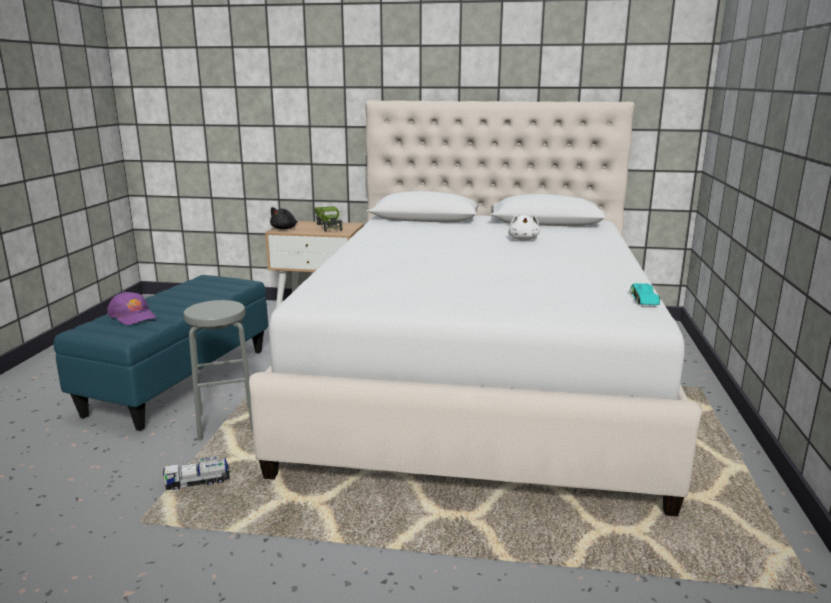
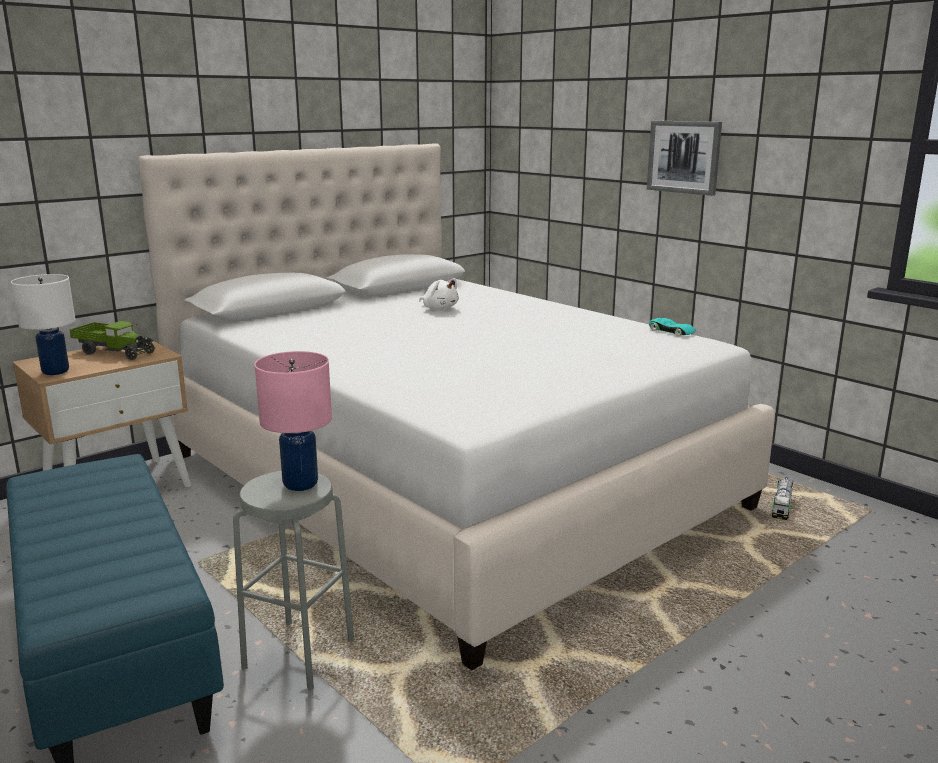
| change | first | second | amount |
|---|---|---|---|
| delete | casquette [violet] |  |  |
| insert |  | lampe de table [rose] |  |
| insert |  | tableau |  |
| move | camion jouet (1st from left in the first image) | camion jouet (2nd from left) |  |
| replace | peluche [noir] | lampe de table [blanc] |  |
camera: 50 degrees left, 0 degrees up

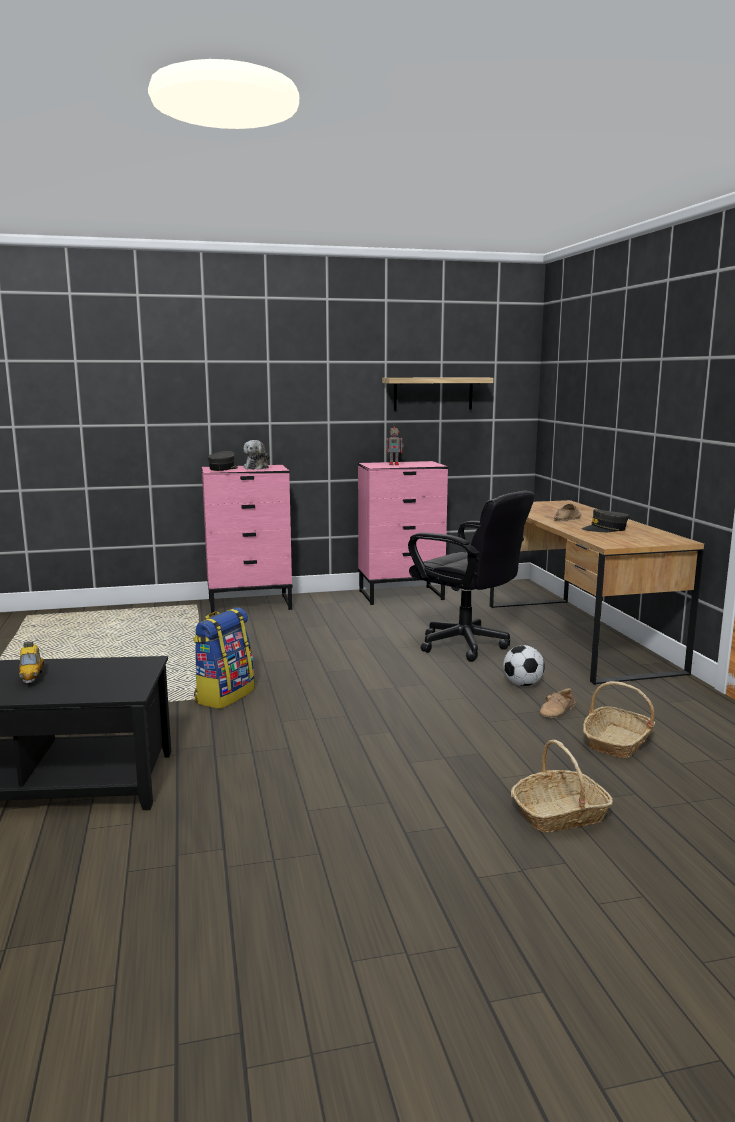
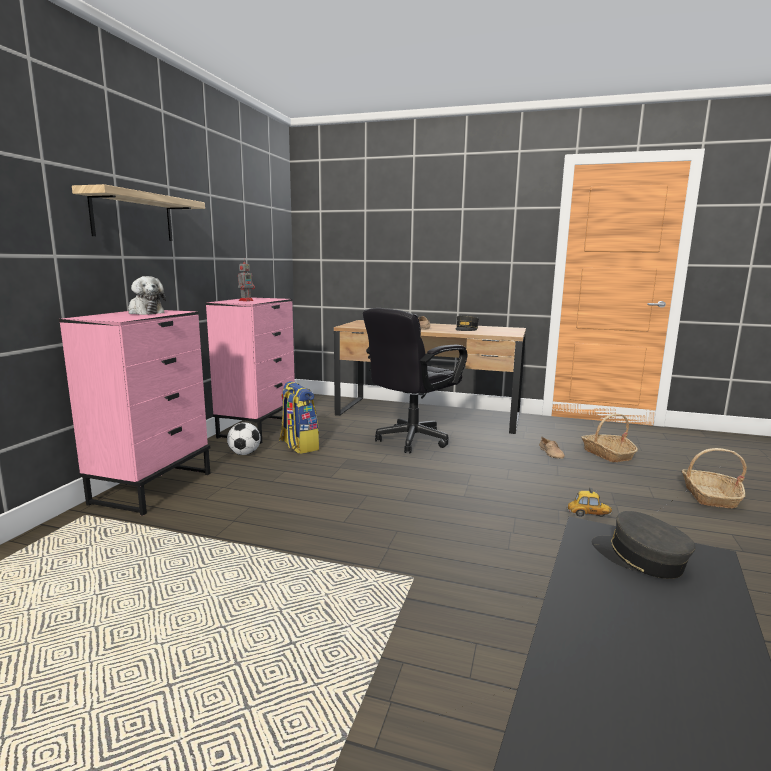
| change | first | second | amount |
|---|---|---|---|
| move | petite voiture |  |  |
| move | sac à dos |  |  |
| move | casquette [gris] (1st from left in the first image) | casquette [gris] (2nd from left) |  |
| move | étagère |  |  |
| move | ballon de foot |  |  |
| rotate | chaise de bureau [noir] |  | 150 degrees clockwise |
camera: 60 degrees left, 0 degrees up

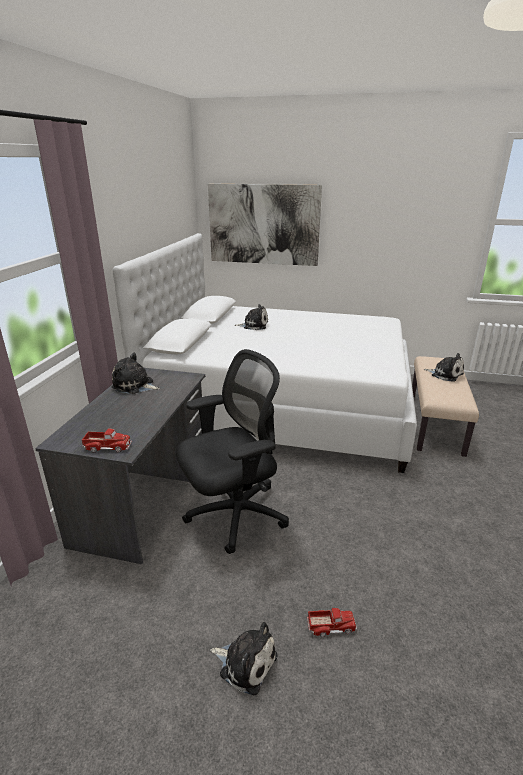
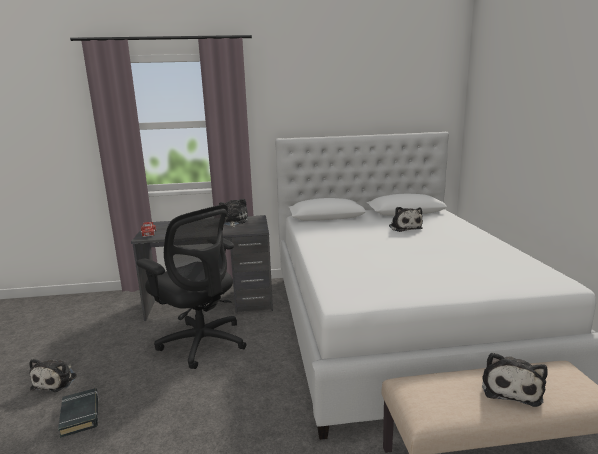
| change | first | second | amount |
|---|---|---|---|
| delete | tableau |  |  |
| replace | camion jouet (2nd from left) | livre [noir] |  |
camera: 70 degrees right, 10 degrees down

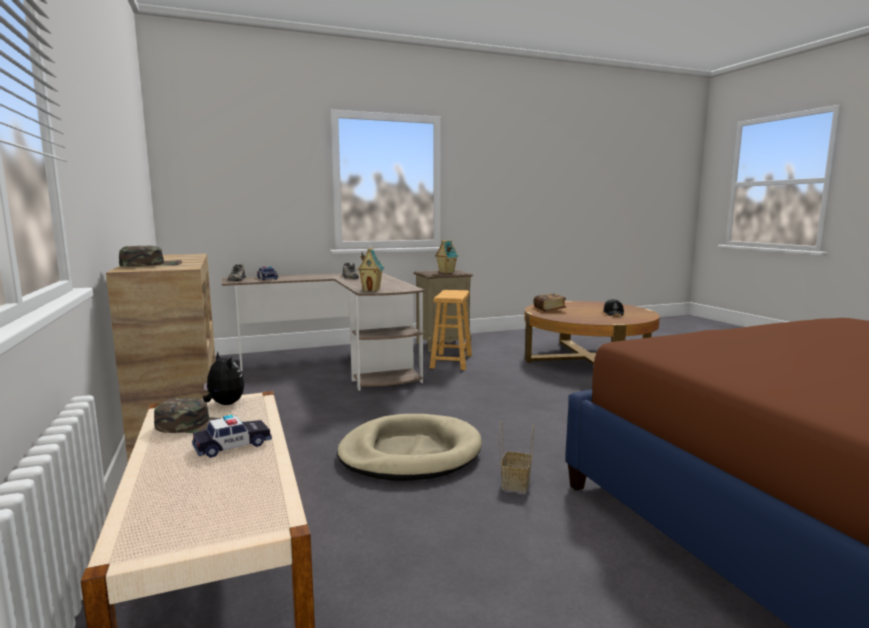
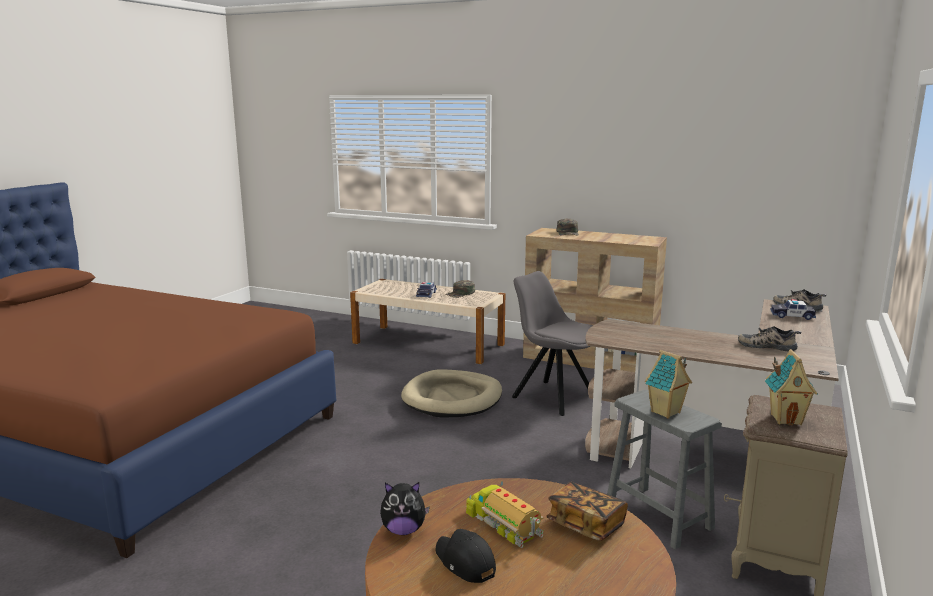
| change | first | second | amount |
|---|---|---|---|
| delete | panier |  |  |
| insert |  | camion jouet |  |
| insert |  | chaise [gris] |  |
| move | peluche |  |  |
| move | maison miniature (1st from left) |  |  |
| recolor | tabouret [marron] | tabouret [gris] |  |
camera: 135 degrees right, 5 degrees up

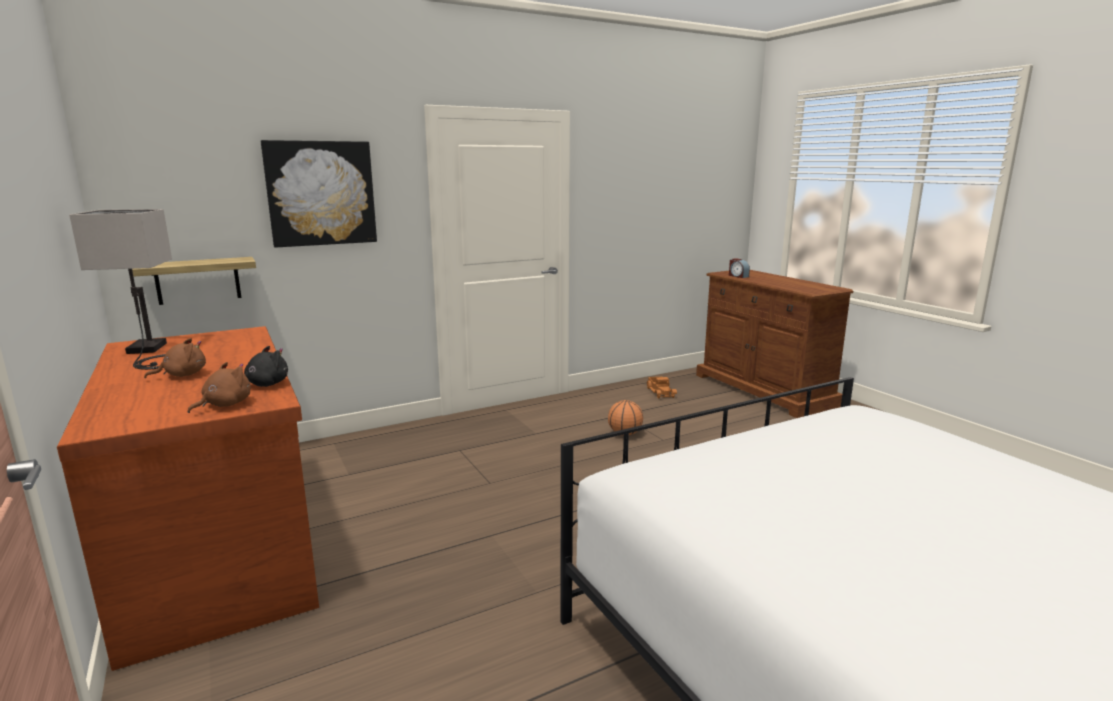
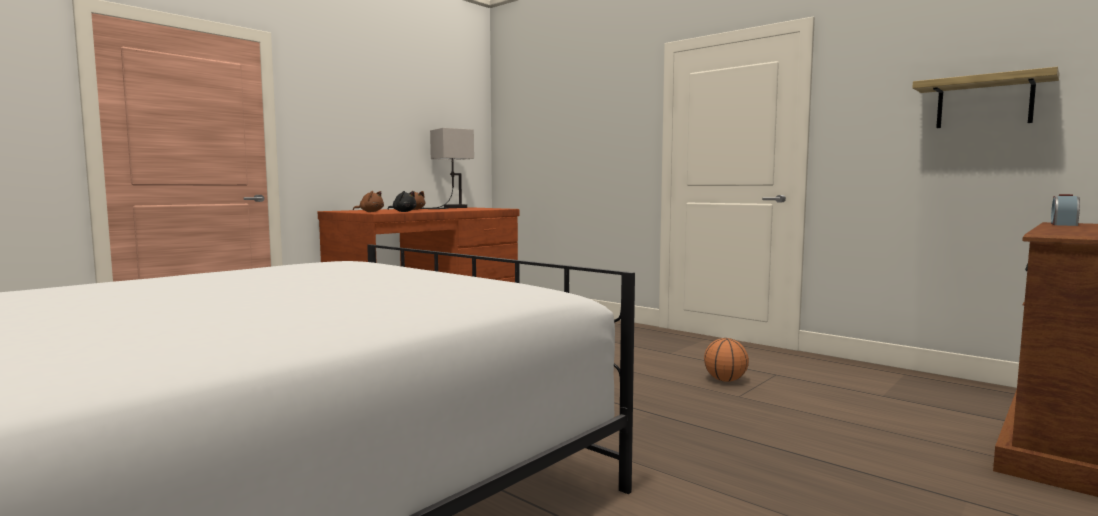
| change | first | second | amount |
|---|---|---|---|
| delete | tableau |  |  |
| delete | camion jouet |  |  |
| move | étagère |  |  |
camera: 70 degrees right, 10 degrees down

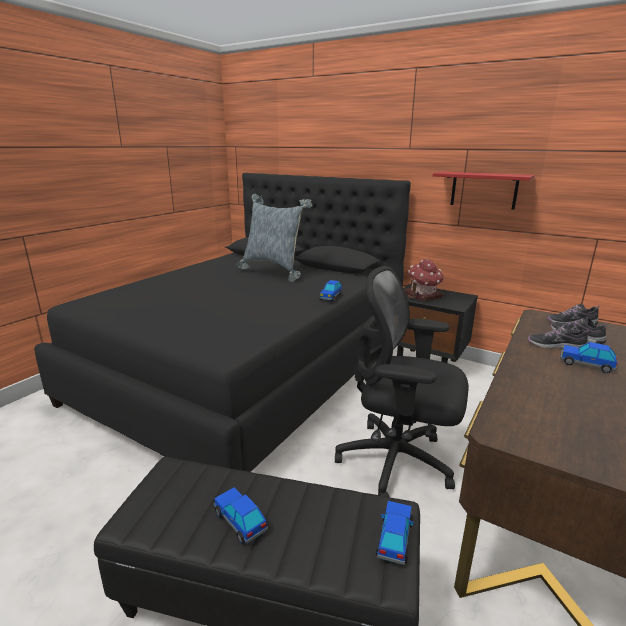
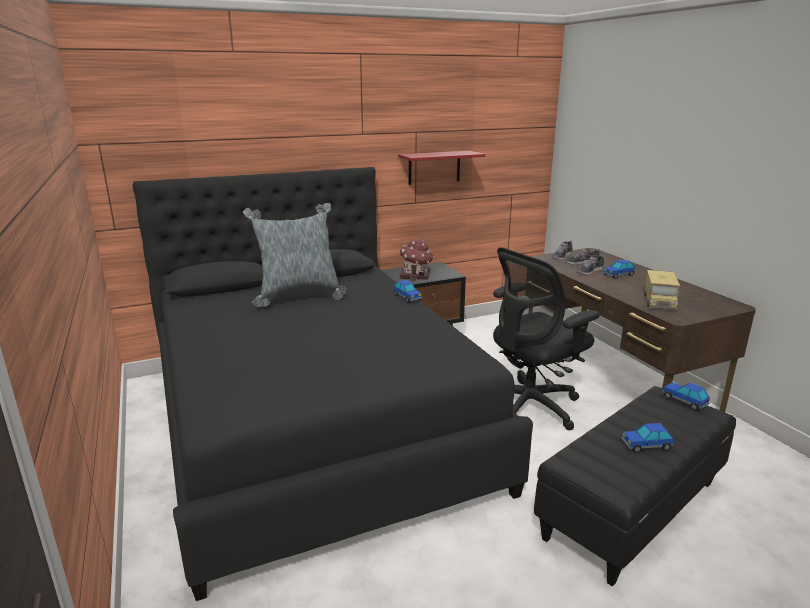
| change | first | second | amount |
|---|---|---|---|
| insert |  | camion jouet |  |
camera: 55 degrees left, 0 degrees up

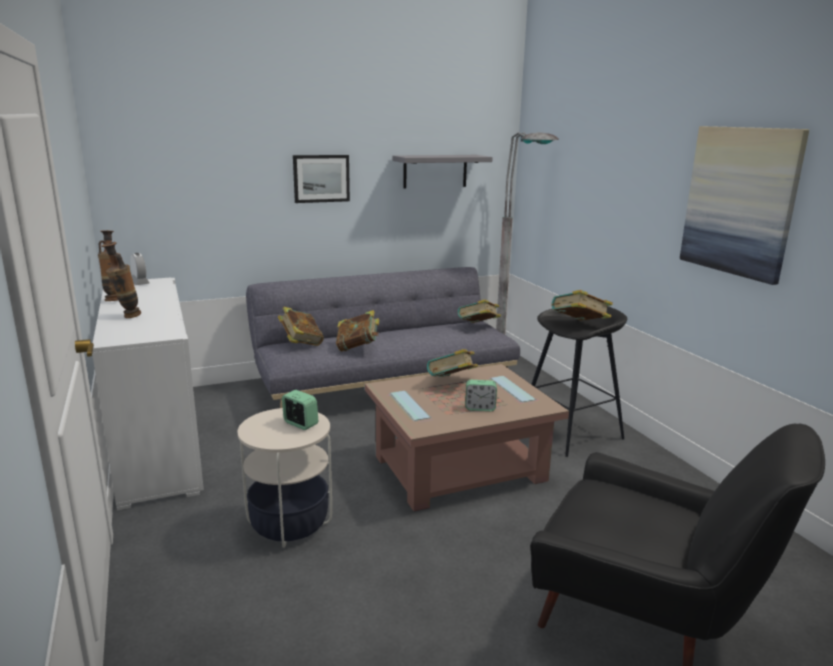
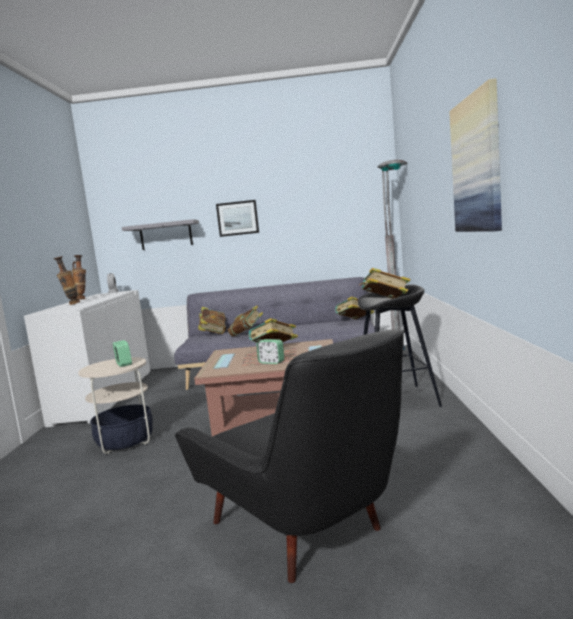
| change | first | second | amount |
|---|---|---|---|
| move | étagère [gris] |  |  |
camera: 25 degrees right, 10 degrees down

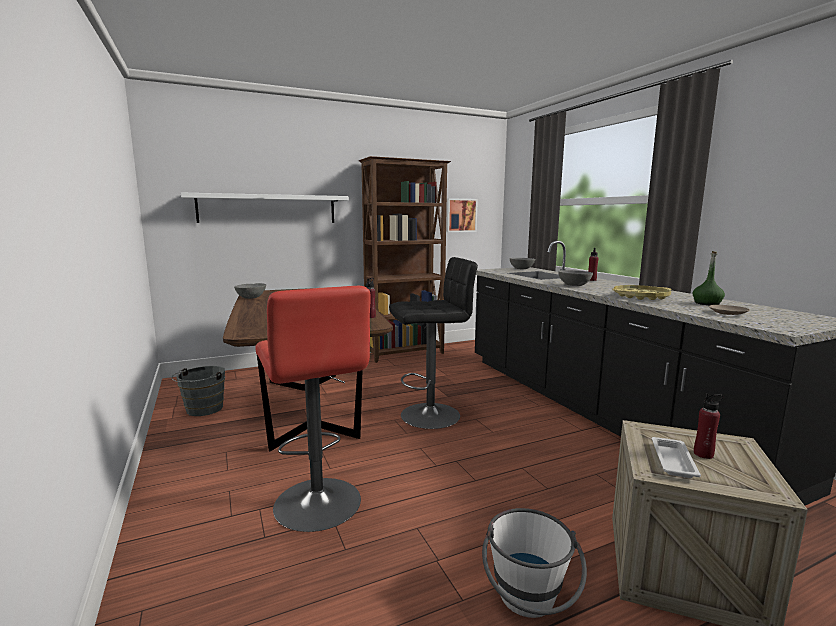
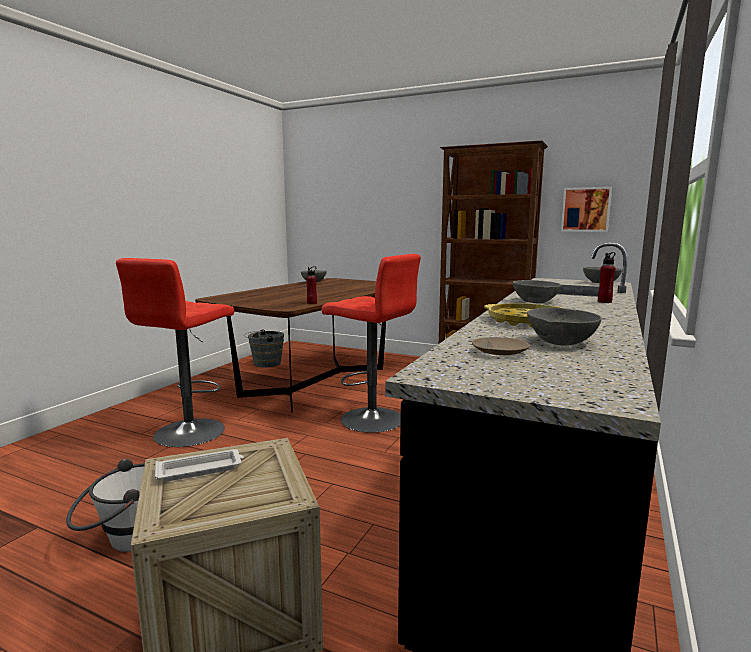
| change | first | second | amount |
|---|---|---|---|
| delete | étagère [blanc] |  |  |
| delete | bouteille [rouge] (3rd from left) |  |  |
| replace | bouteille [vert] | bol [gris] (3rd from left) |  |
| recolor | tabouret [noir] | tabouret [rouge] (2nd from left) |  |
camera: 50 degrees right, 0 degrees up

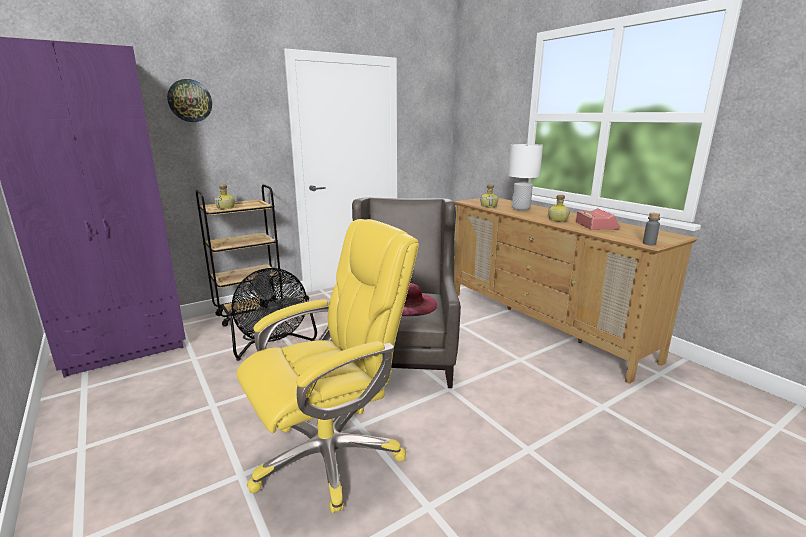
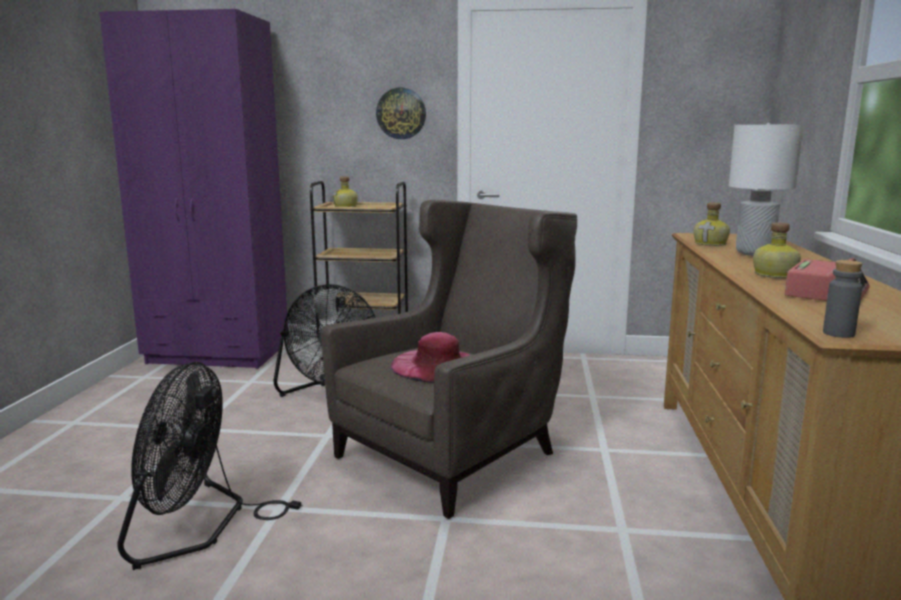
| change | first | second | amount |
|---|---|---|---|
| move | horloge murale |  |  |
| replace | chaise de bureau [jaune] | ventilateur [noir] (1st from left) |  |
camera: 40 degrees right, 5 degrees down

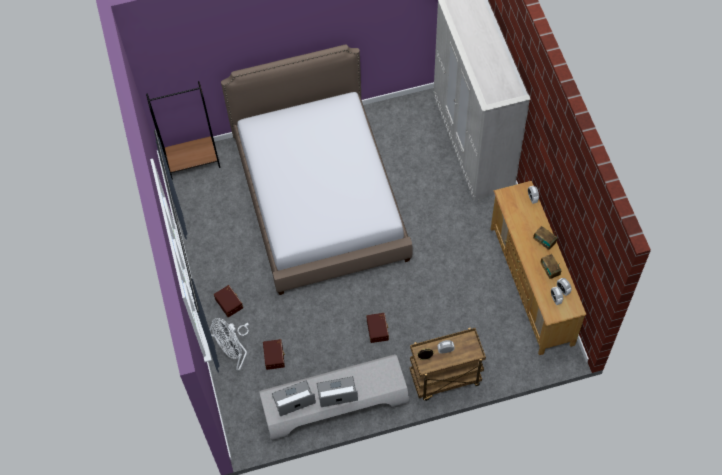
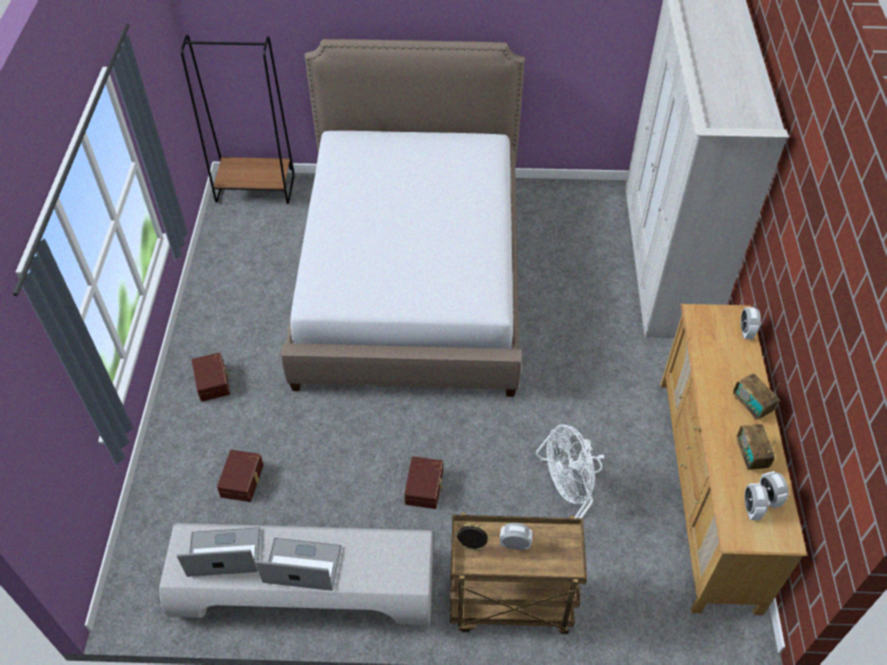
| change | first | second | amount |
|---|---|---|---|
| move | ventilateur [blanc] |  |  |
camera: 15 degrees right, 10 degrees down

